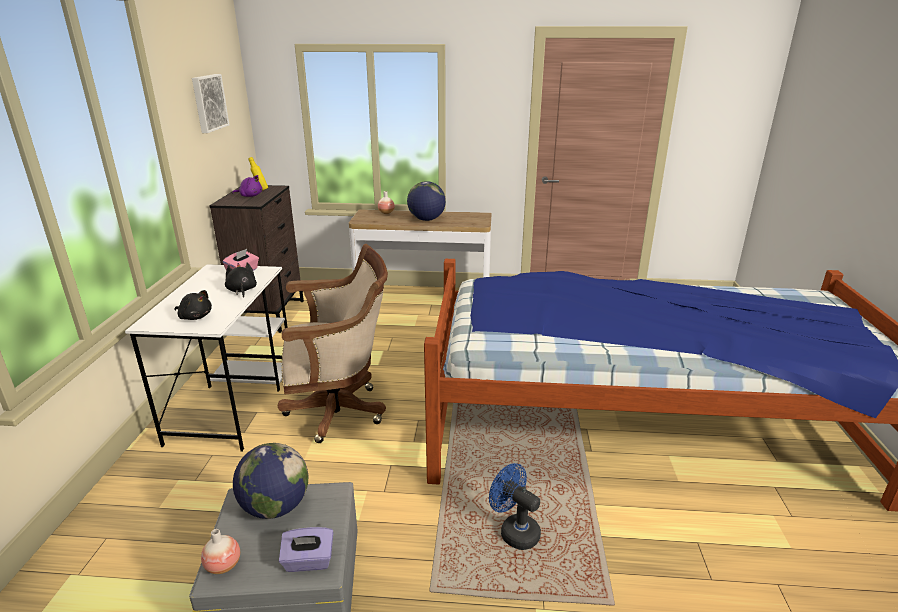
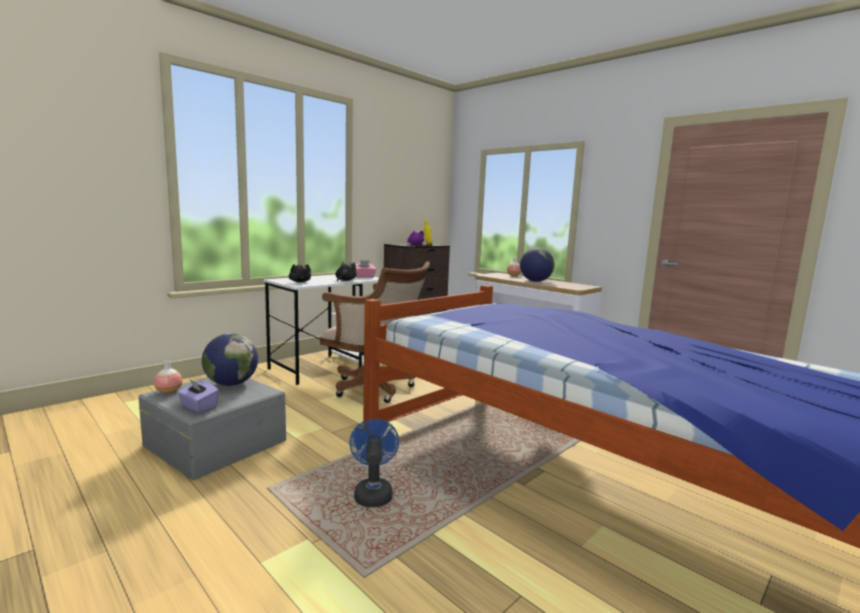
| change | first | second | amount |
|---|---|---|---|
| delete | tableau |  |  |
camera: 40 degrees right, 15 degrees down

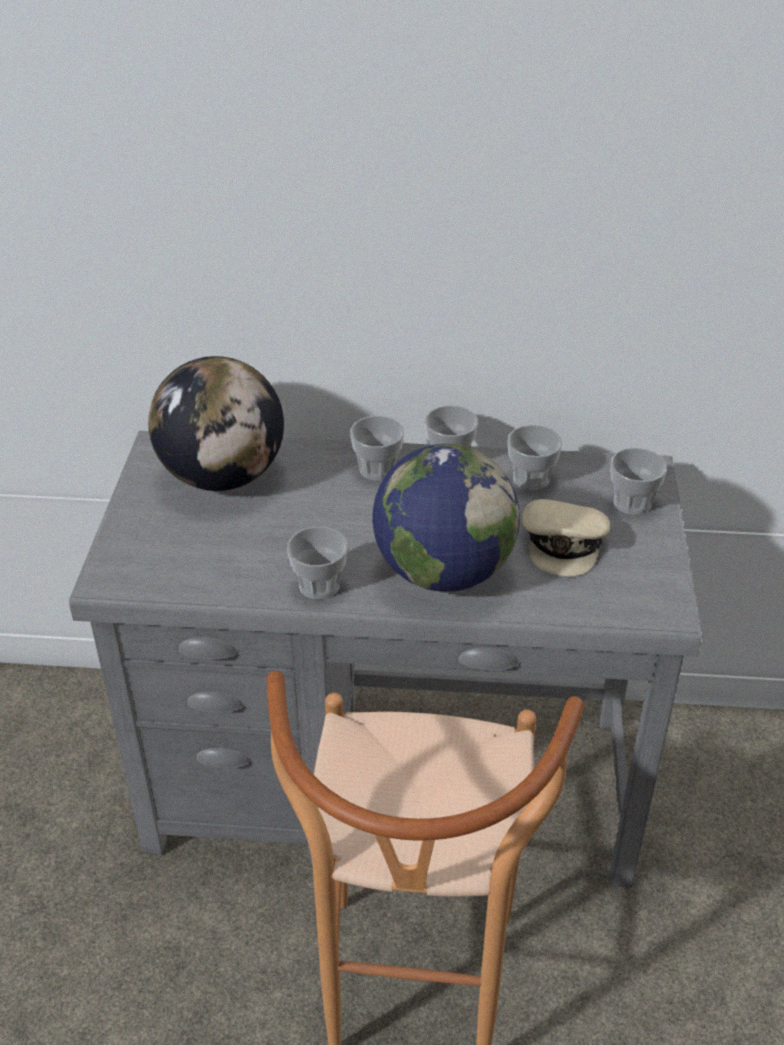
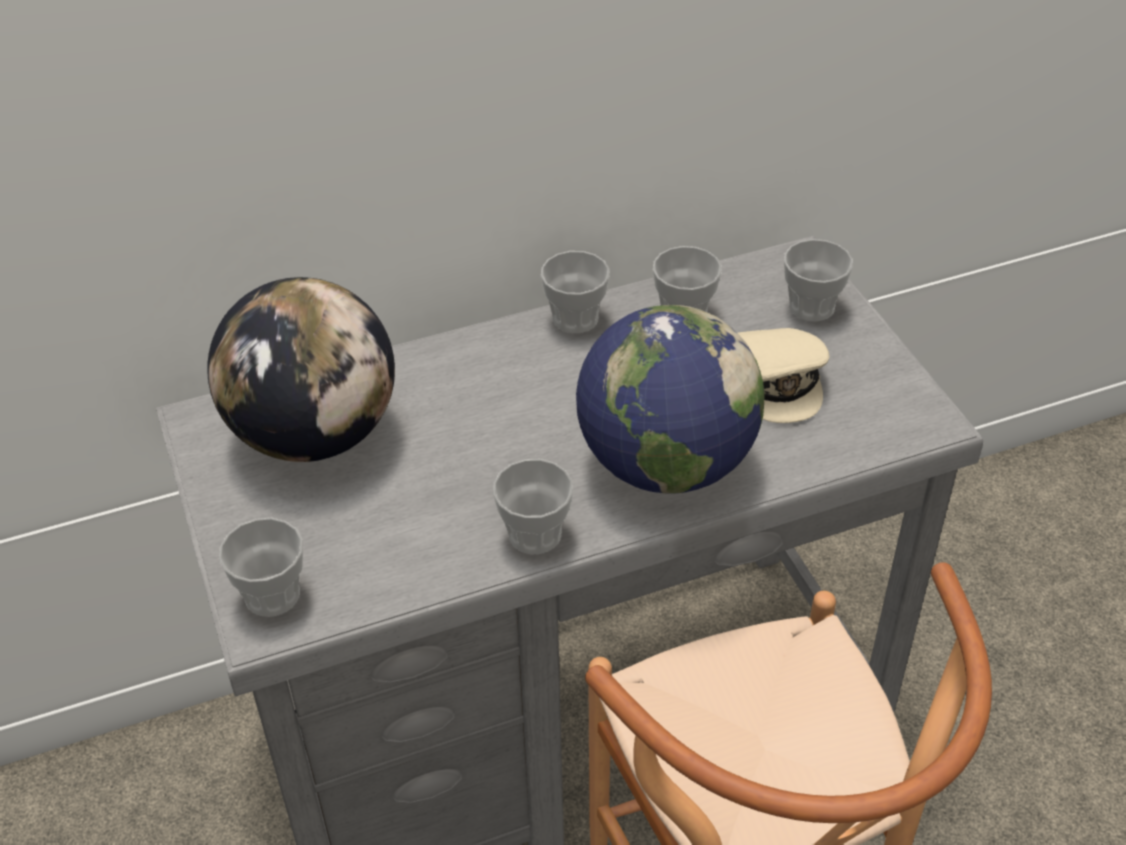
| change | first | second | amount |
|---|---|---|---|
| move | tasse (2nd from left in the first image) | tasse (1st from left) |  |
camera: 25 degrees left, 5 degrees up

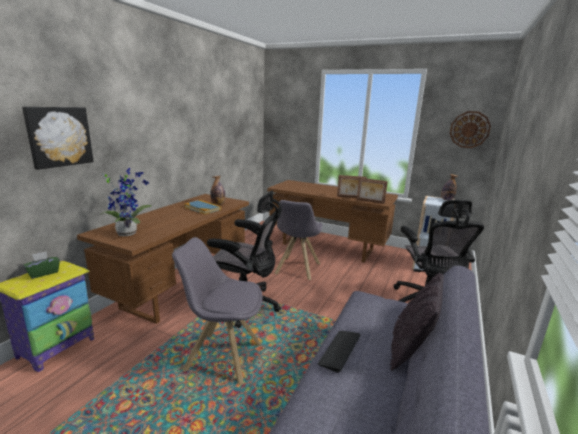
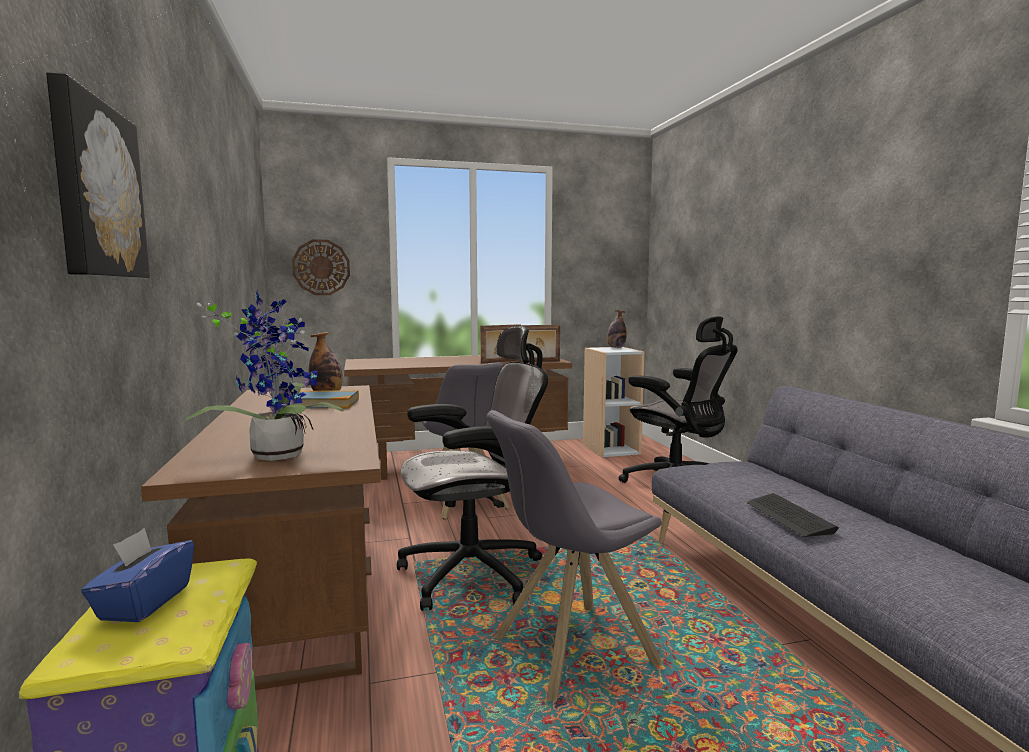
| change | first | second | amount |
|---|---|---|---|
| delete | coussin [noir] |  |  |
| move | horloge murale |  |  |
| recolor | boîte à mouchoirs [vert] | boîte à mouchoirs [bleu] |  |
camera: 40 degrees left, 10 degrees down

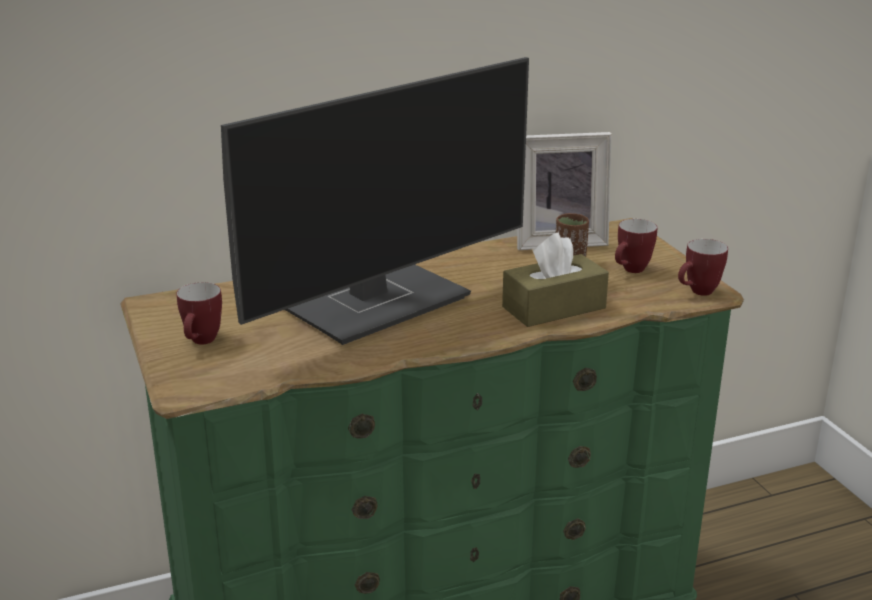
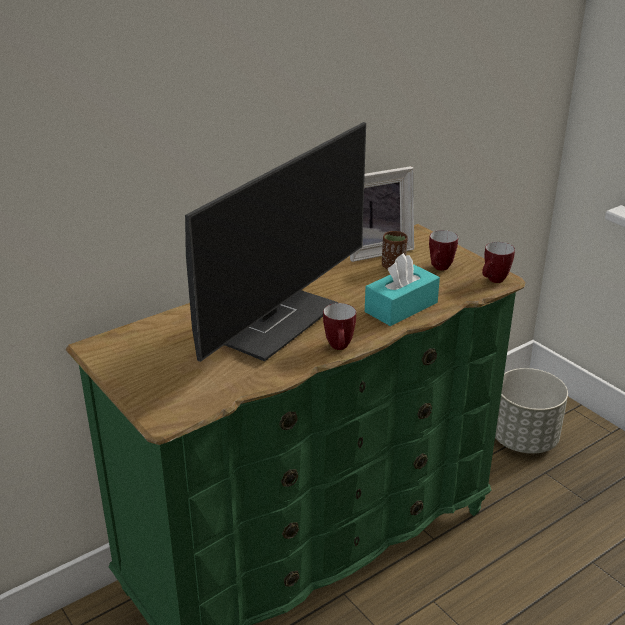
| change | first | second | amount |
|---|---|---|---|
| insert |  | cache-pot [gris] |  |
| move | mug (1st from left) |  |  |
| recolor | boîte à mouchoirs [marron] | boîte à mouchoirs [turquoise] |  |
camera: 15 degrees left, 5 degrees up

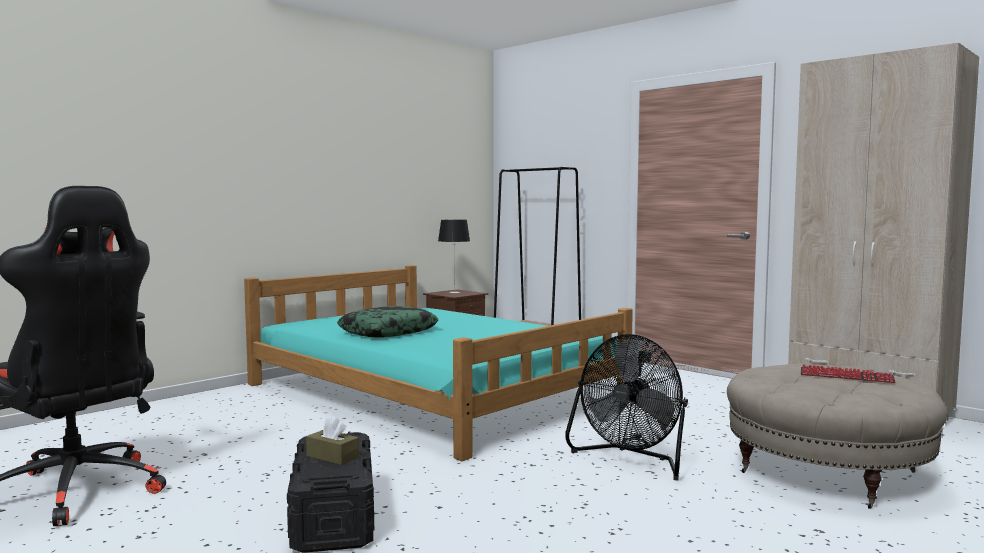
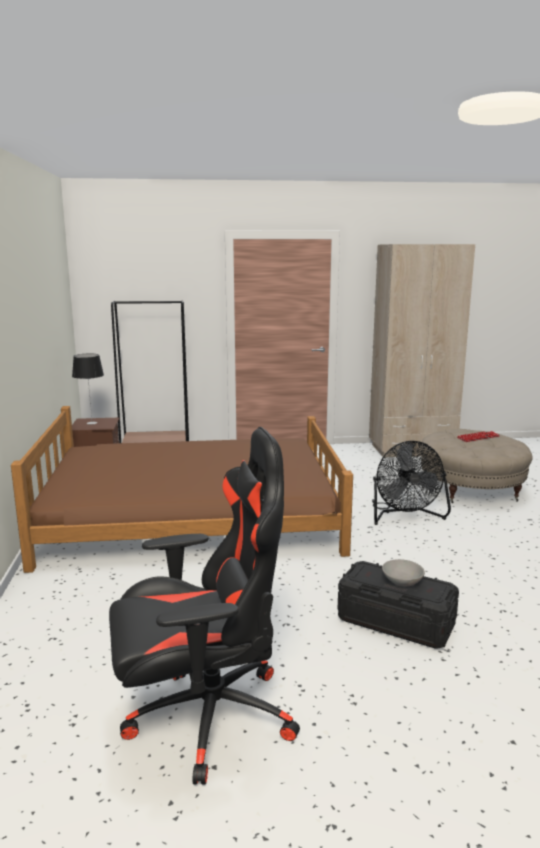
| change | first | second | amount |
|---|---|---|---|
| delete | coussin |  |  |
| replace | boîte à mouchoirs [marron] | bol [gris] |  |
| recolor | lit [turquoise] | lit [marron] |  |
camera: 50 degrees left, 10 degrees up

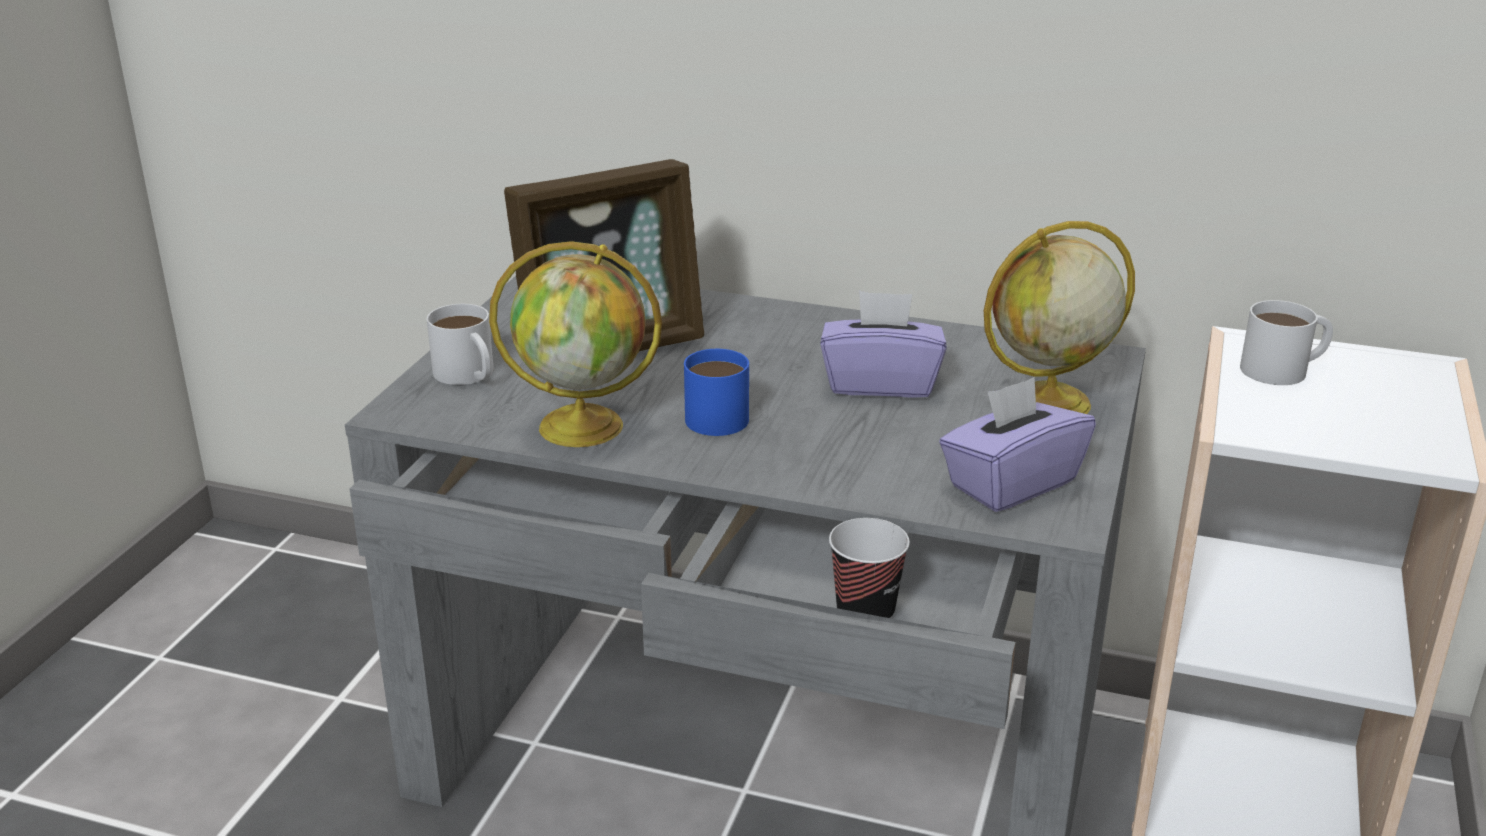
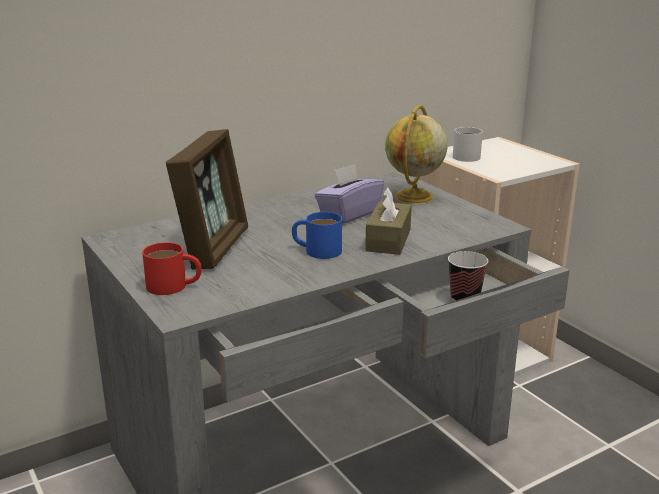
| change | first | second | amount |
|---|---|---|---|
| delete | globe (1st from left) |  |  |
| delete | boîte à mouchoirs [violet] (2nd from left) |  |  |
| insert |  | boîte à mouchoirs [marron] |  |
| recolor | mug [blanc] (1st from left) | mug [rouge] |  |
camera: 50 degrees left, 5 degrees down

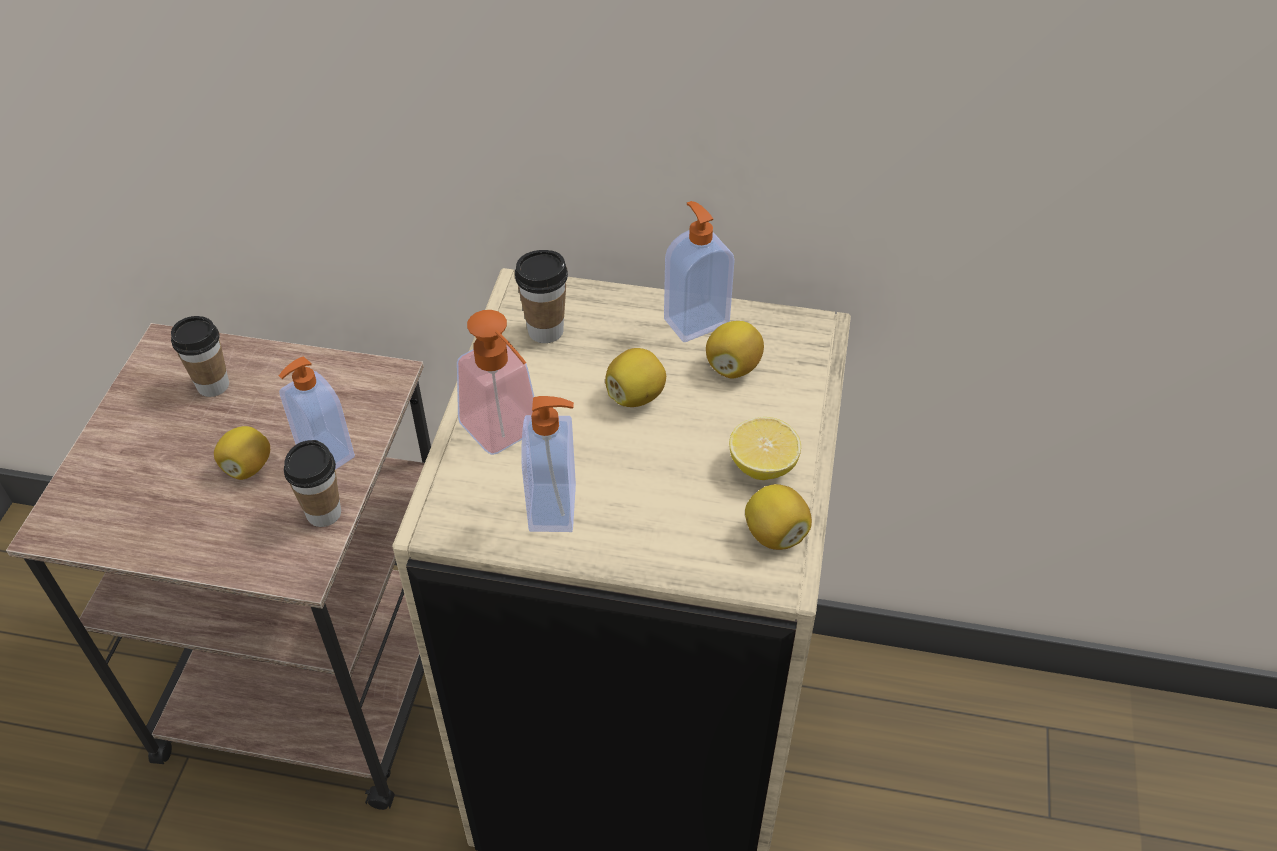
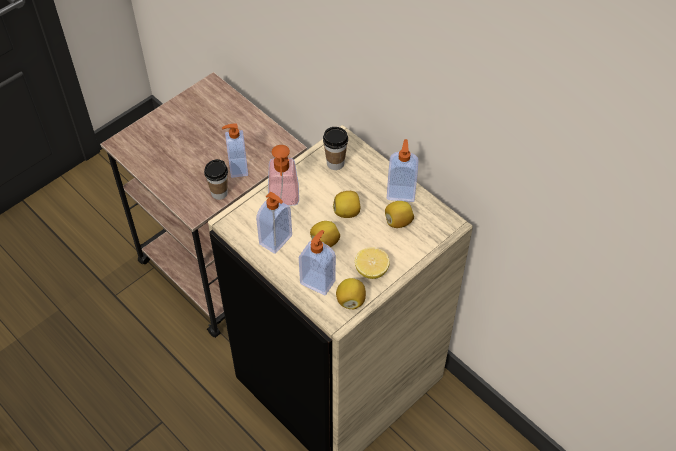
| change | first | second | amount |
|---|---|---|---|
| delete | tasse (1st from left) |  |  |
| insert |  | distributeur de savon (4th from left) |  |
| move | citron (1st from left) |  |  |
camera: 35 degrees right, 5 degrees up

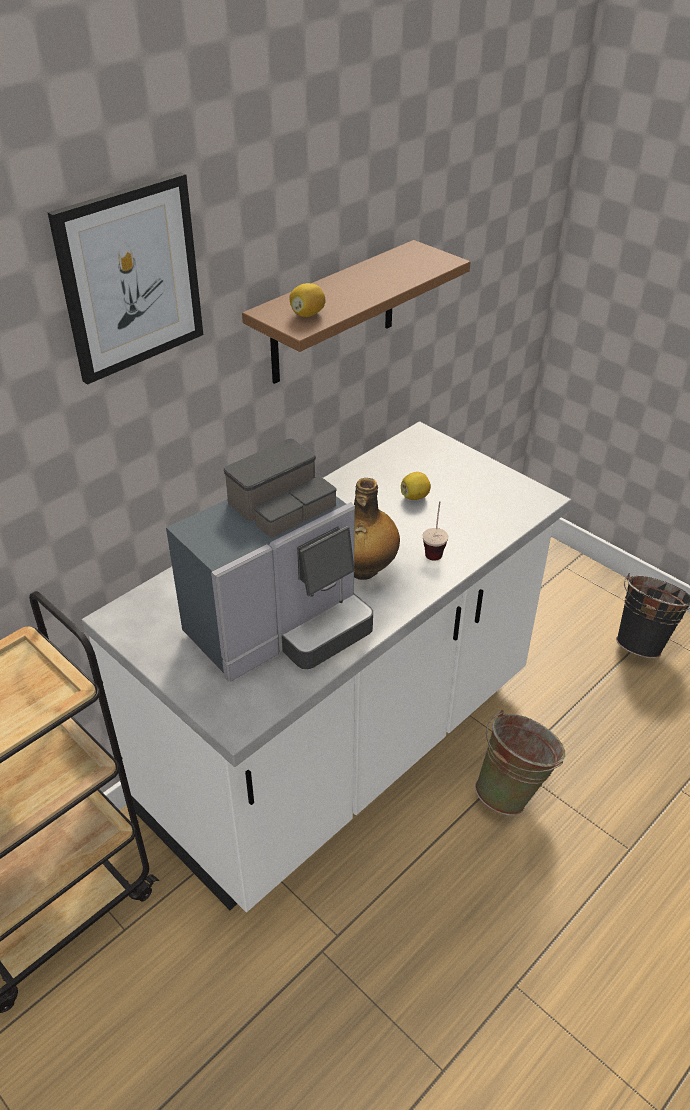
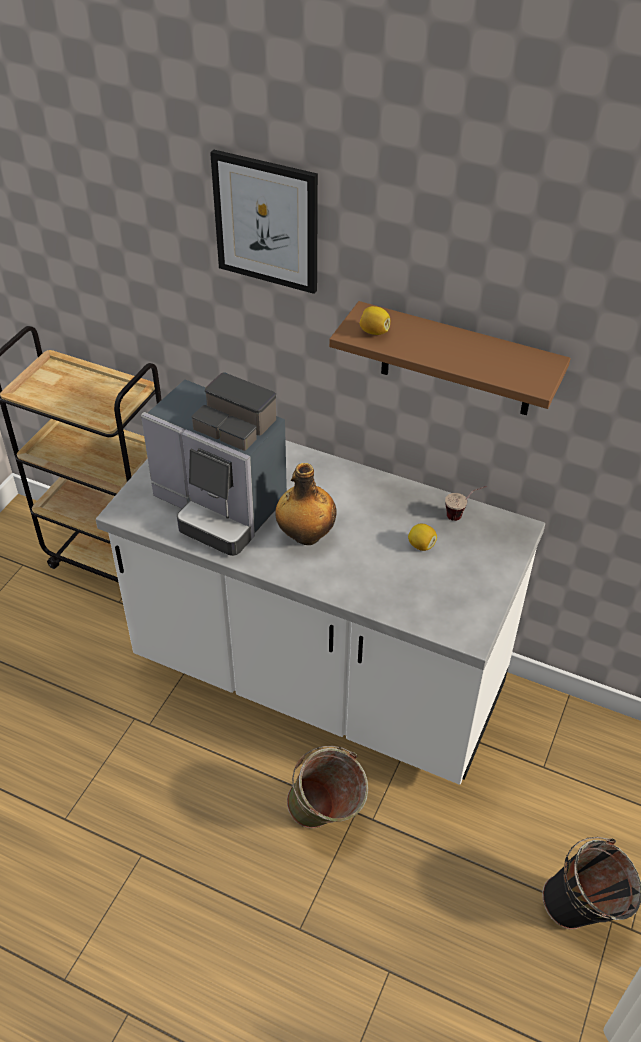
| change | first | second | amount |
|---|---|---|---|
| move | tasse |  |  |
camera: 70 degrees right, 5 degrees up

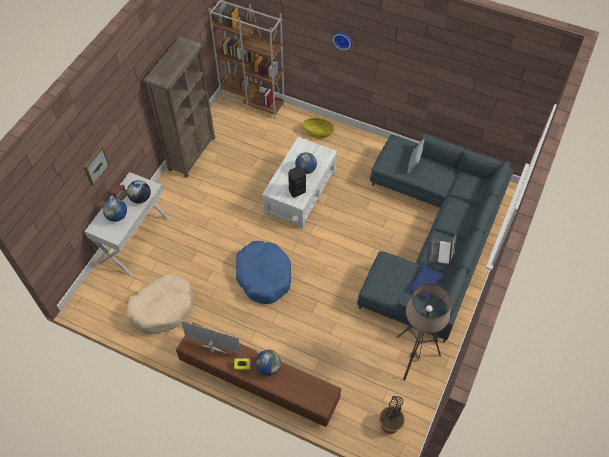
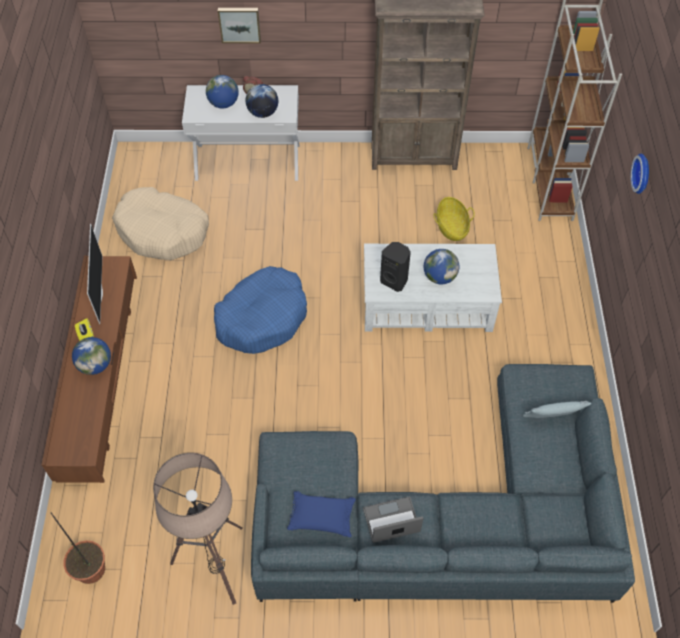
| change | first | second | amount |
|---|---|---|---|
| move | panier |  |  |
camera: 65 degrees right, 0 degrees up

